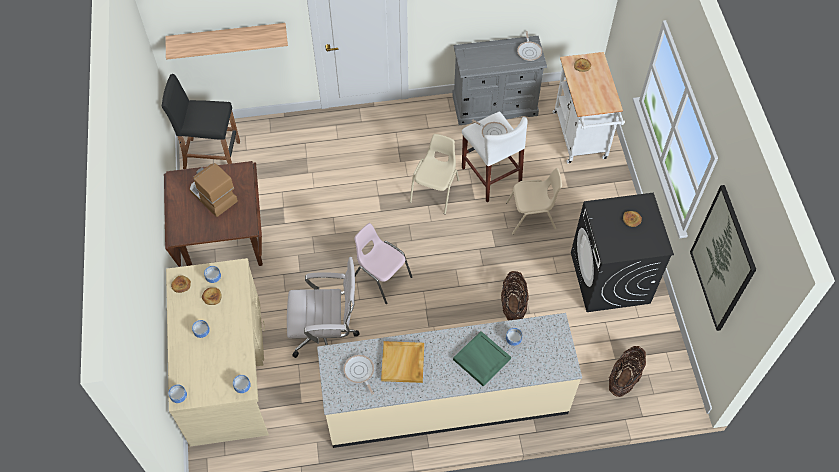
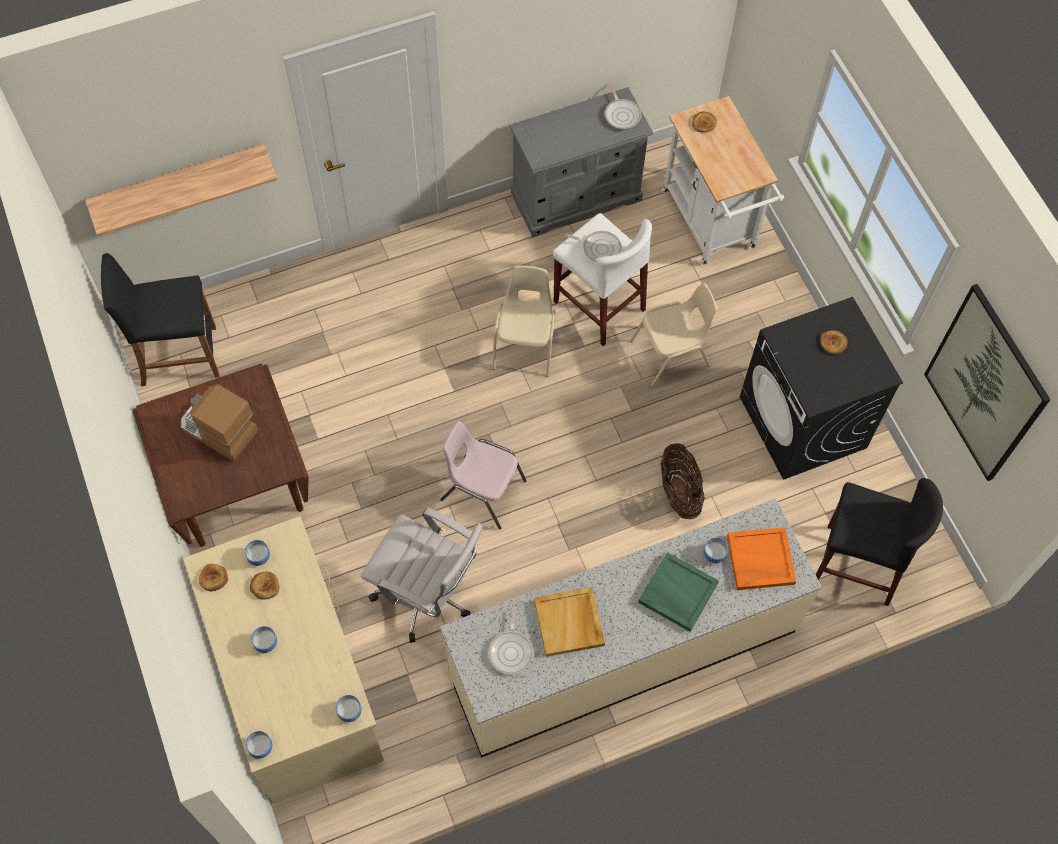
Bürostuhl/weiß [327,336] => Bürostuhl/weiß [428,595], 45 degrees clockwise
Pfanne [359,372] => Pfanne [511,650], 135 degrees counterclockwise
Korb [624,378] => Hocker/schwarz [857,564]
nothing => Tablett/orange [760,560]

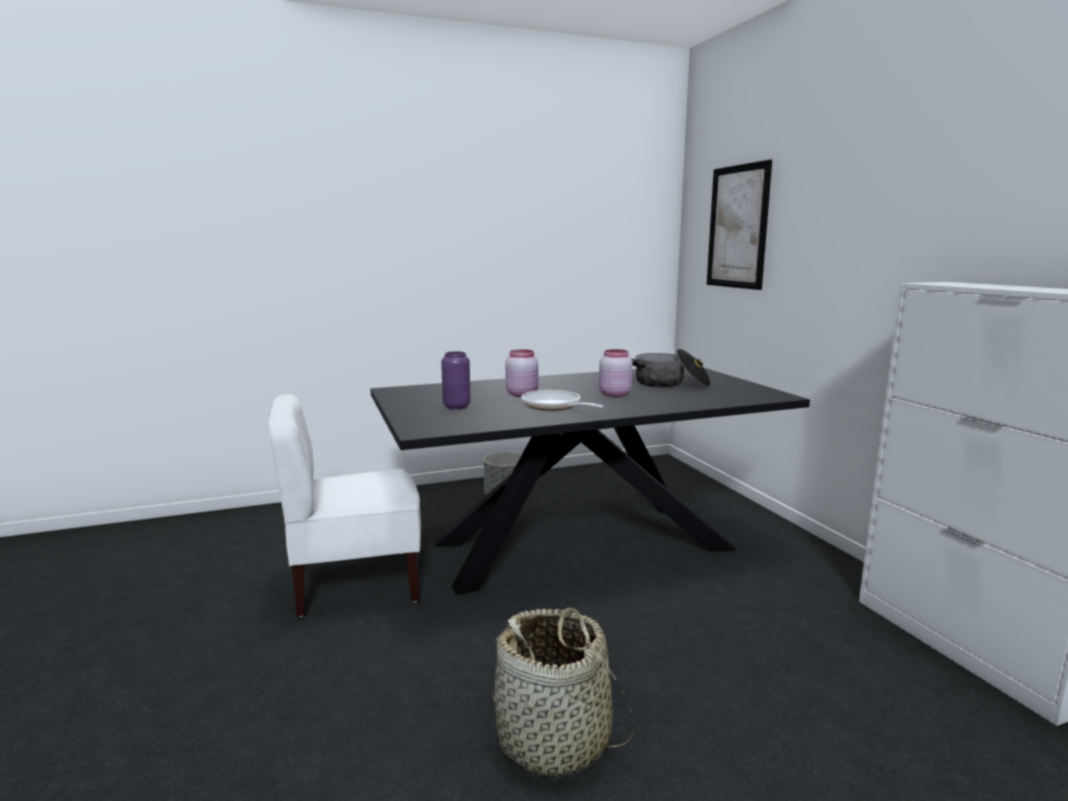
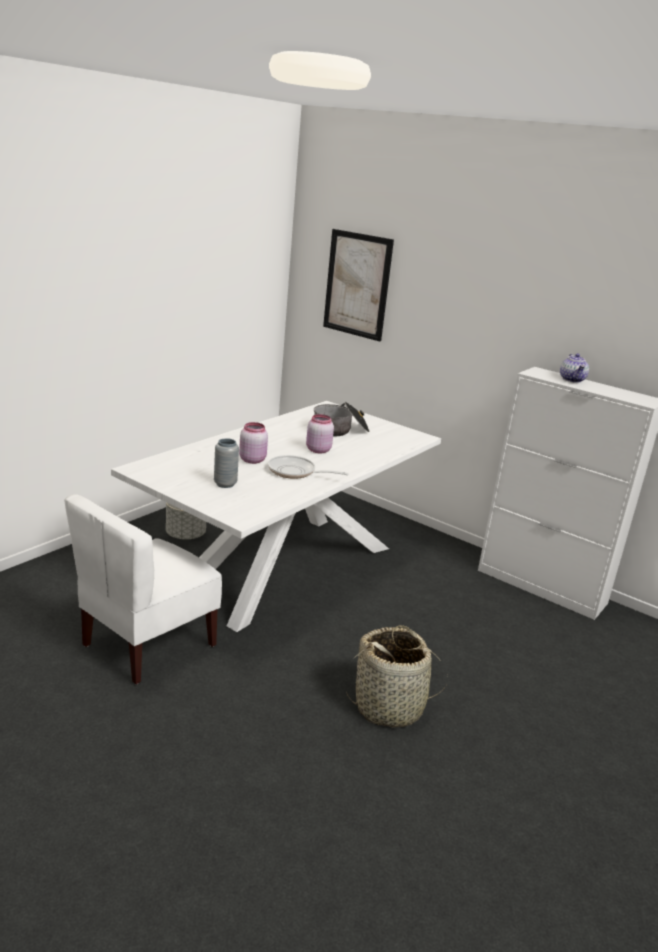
Esstisch/schwarz [580,545] => Esstisch/weiß [284,567]
Vase/lila [456,407] => Vase/grau [225,484]
nothing => Teekanne [572,380]

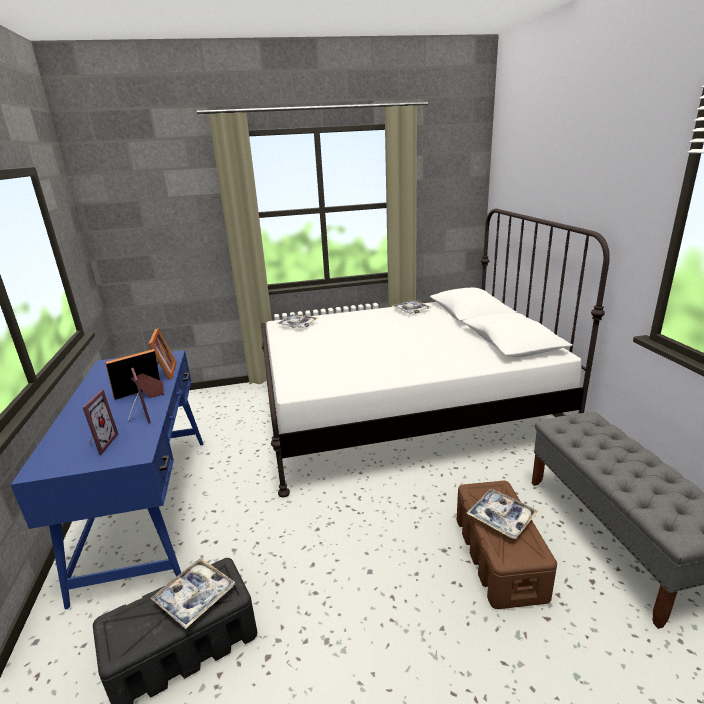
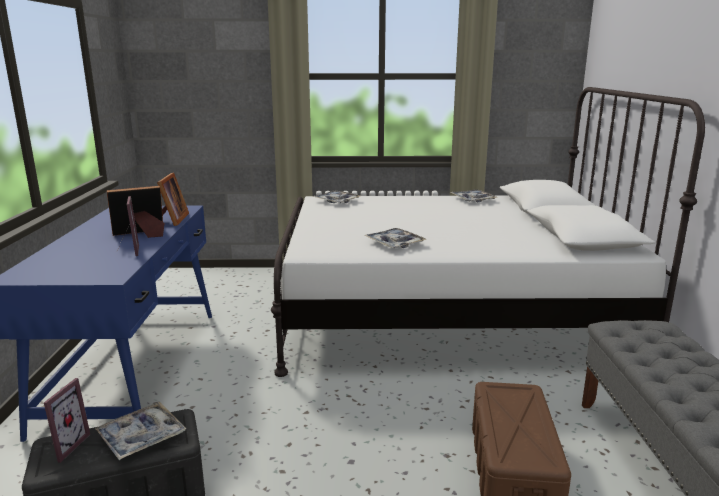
Bilderrahmen [100,444] => Bilderrahmen [64,446], moved
Tablett [501,518] => Tablett [394,243], moved

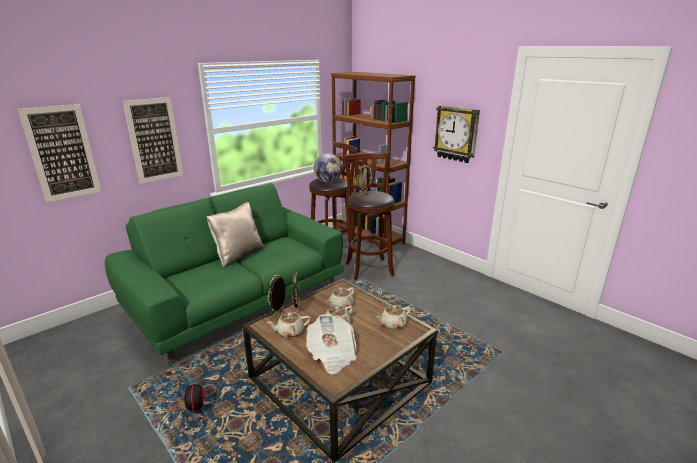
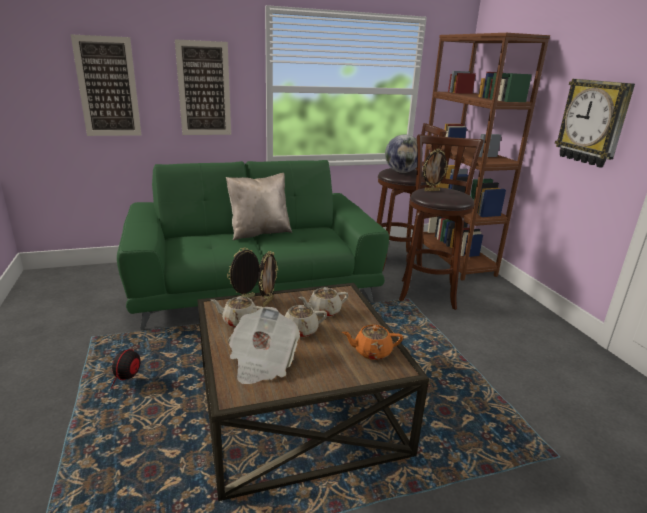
Teekanne/beige [393,324] => Teekanne/orange [371,352]

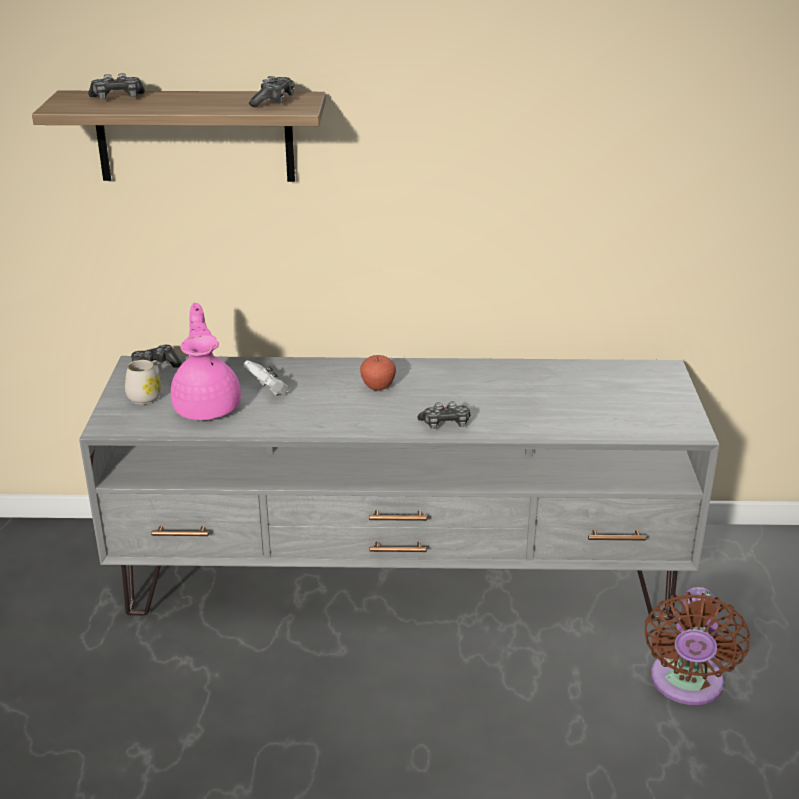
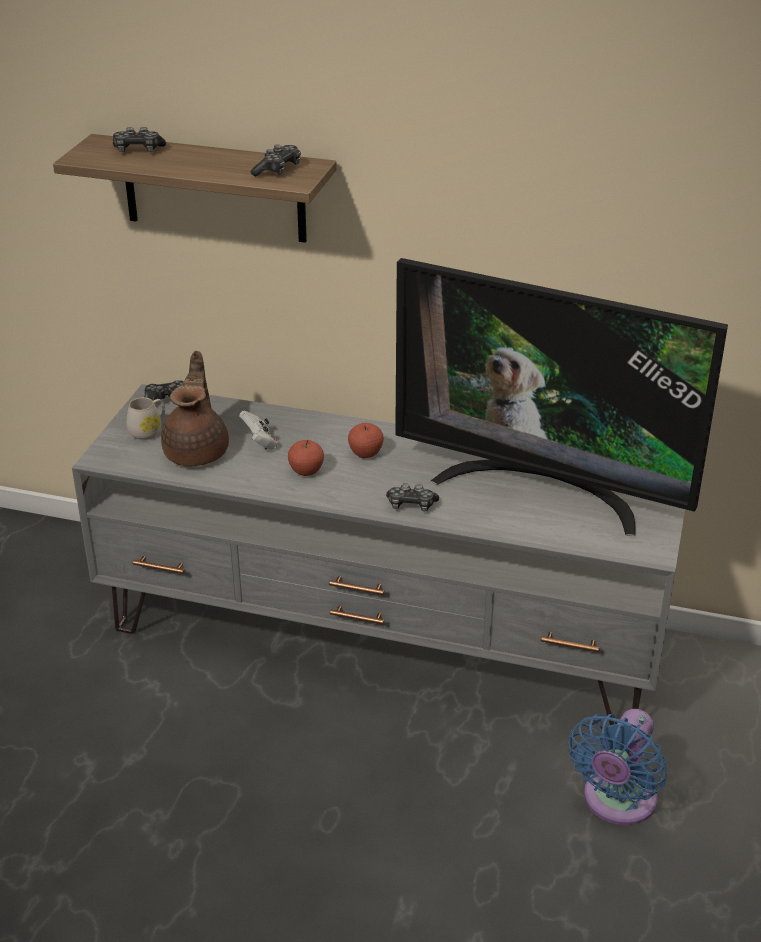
Teekanne/rosa [208,406] => Teekanne/braun [198,451]
Ventilator/braun [686,685] => Ventilator/blau [616,802]
nothing => Apfel [306,471]
nothing => Fernseher [543,488]

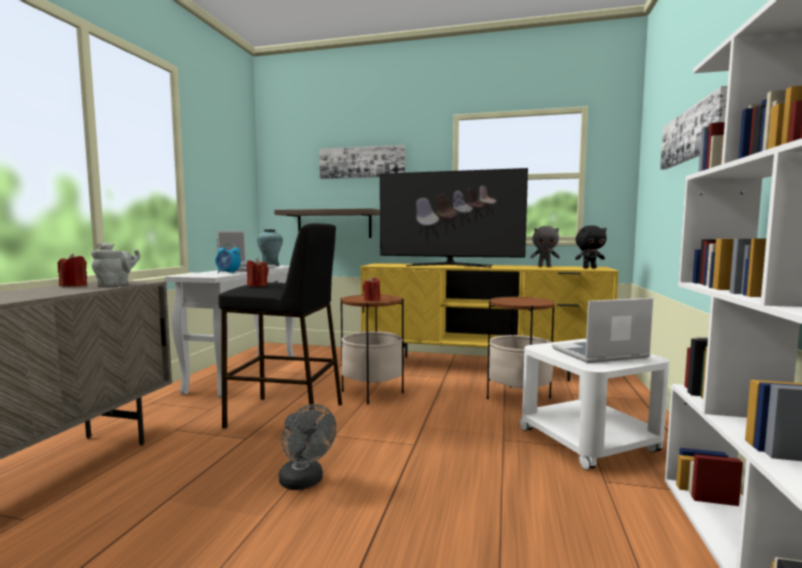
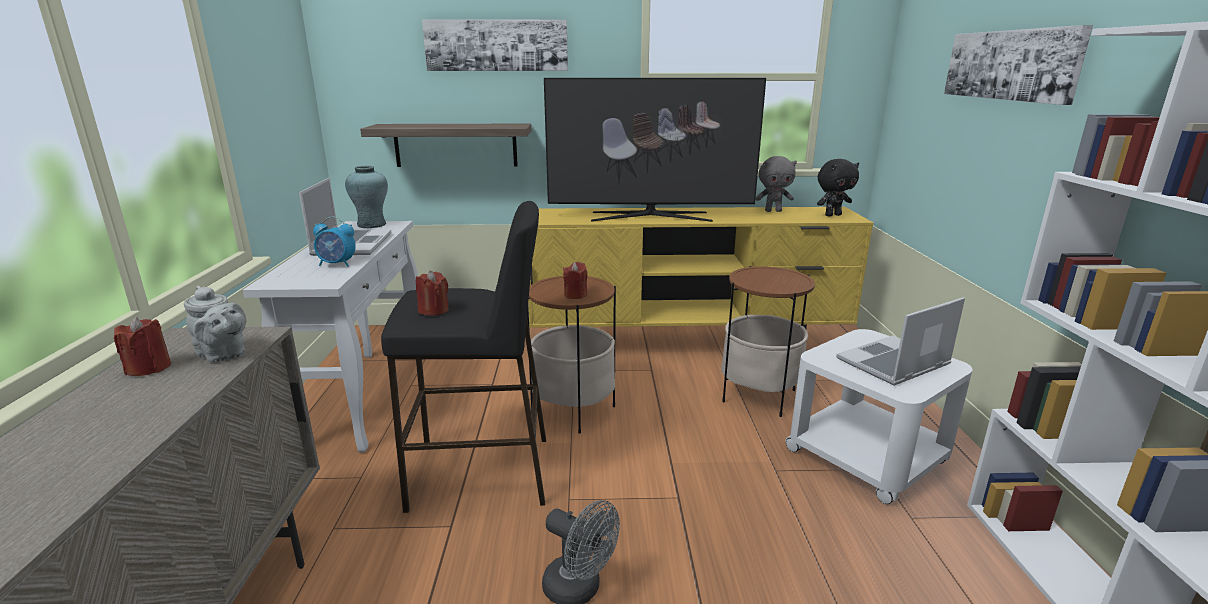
Teekanne/grau [116,285] => Teekanne/grau [223,355], 105 degrees clockwise

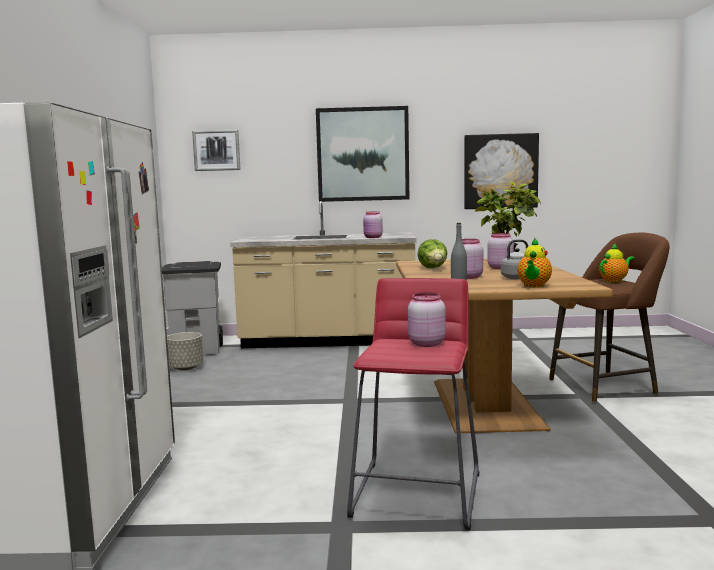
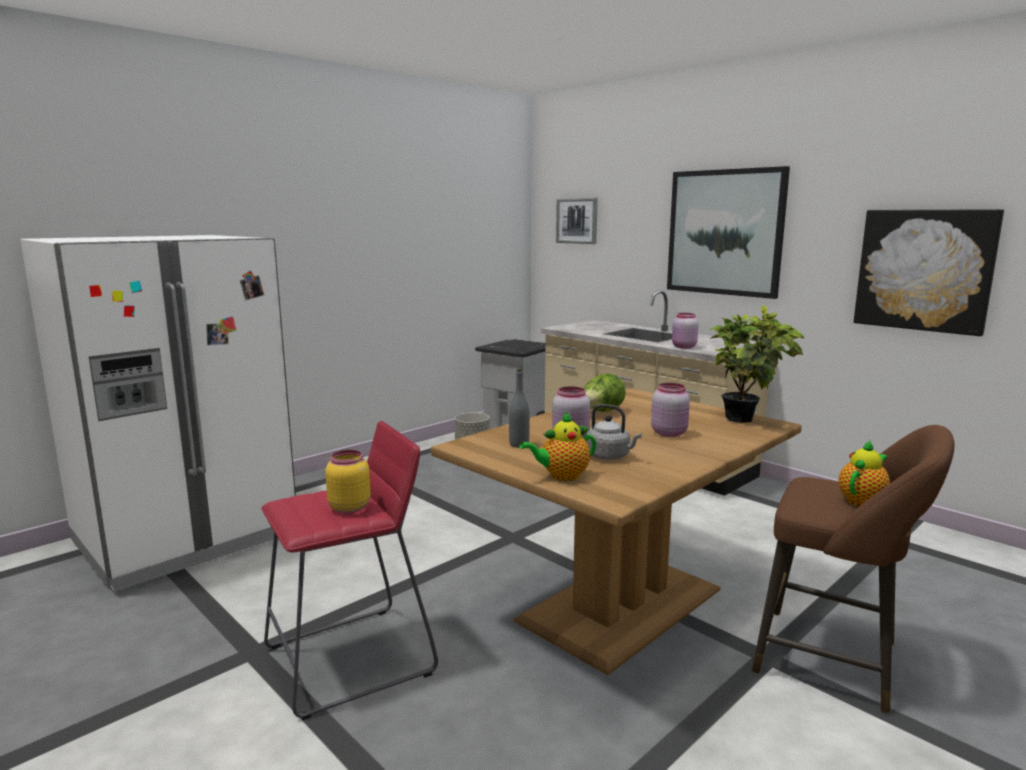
Vorratsglas/rosa [425,344] => Vorratsglas/gelb [349,507]
Teekanne [614,281] => Teekanne [862,501], 60 degrees counterclockwise

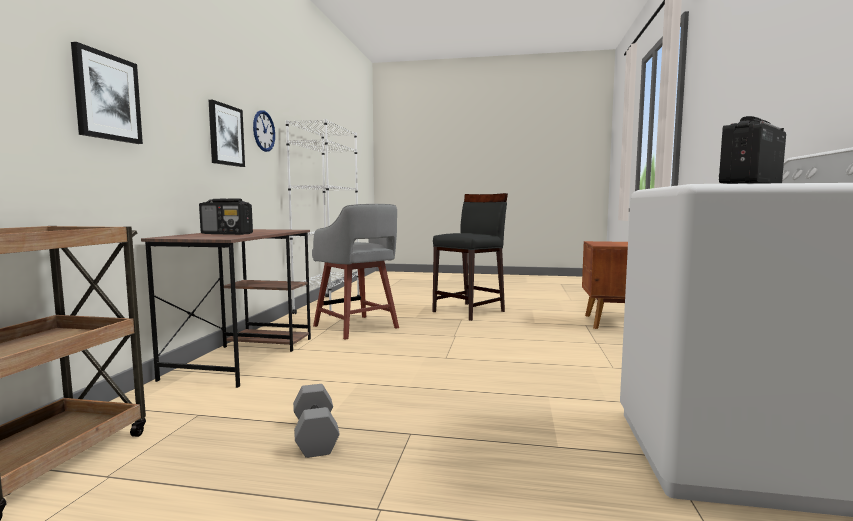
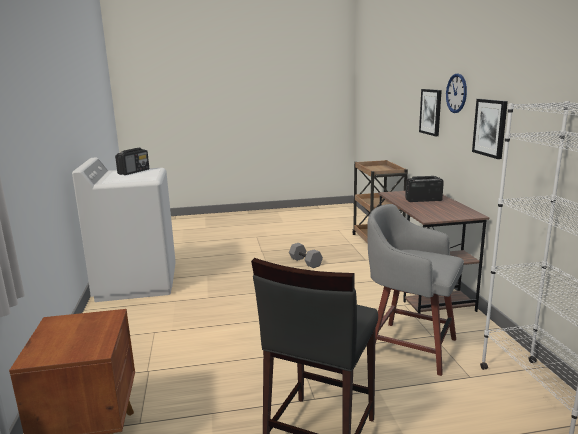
Wanduhr [263,131] => Wanduhr [456,93], moved

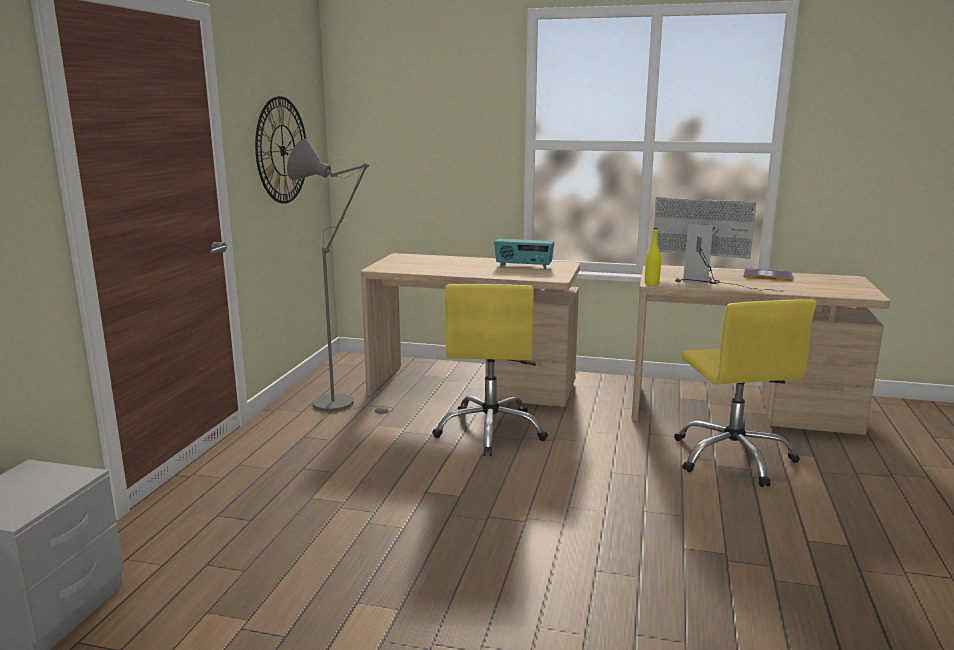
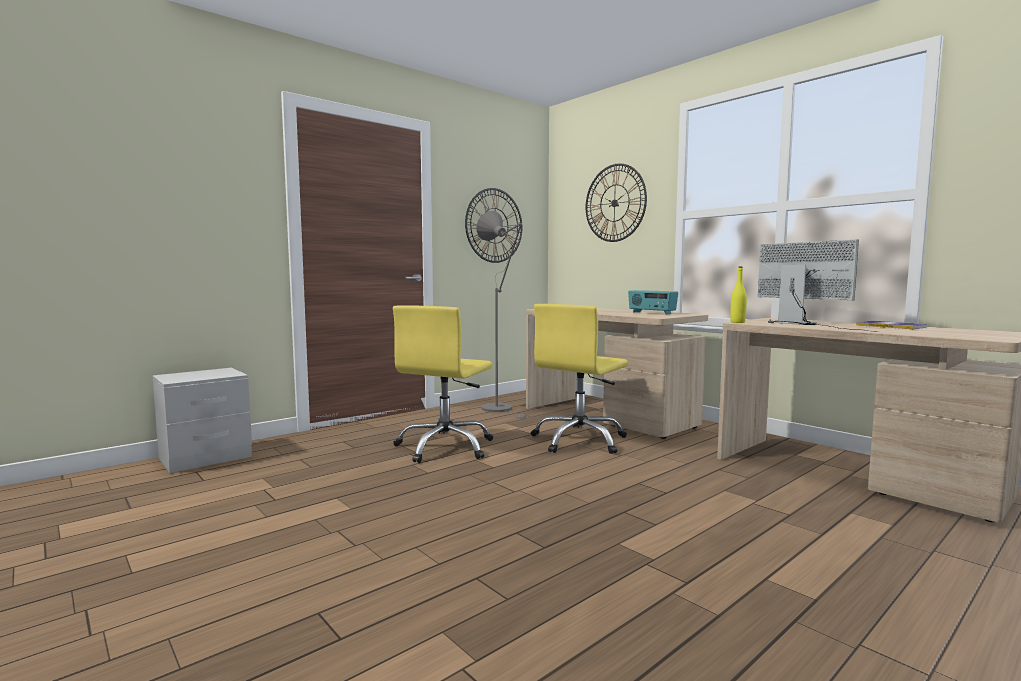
Bürostuhl/gelb [733,457] => Bürostuhl/gelb [445,447], moved
nothing => Wanduhr [614,203]

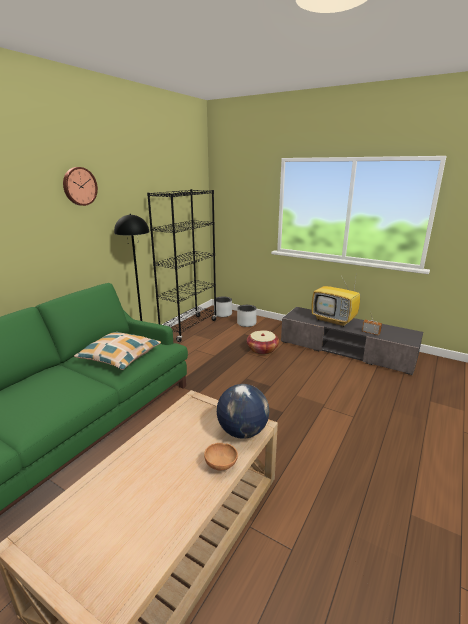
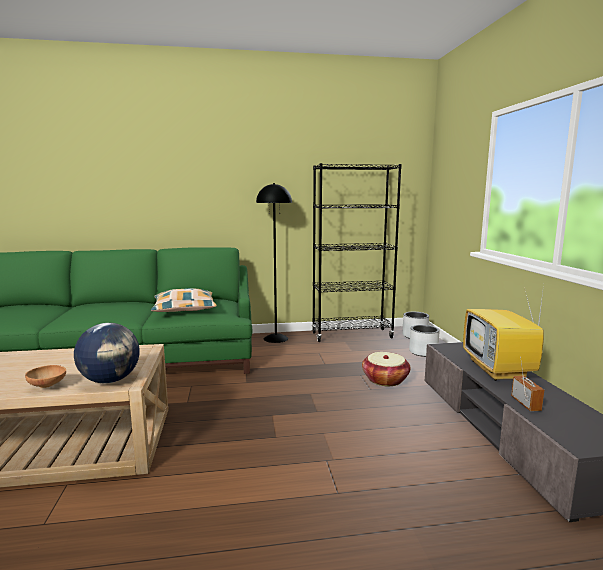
Wanduhr [79,186] => nothing

